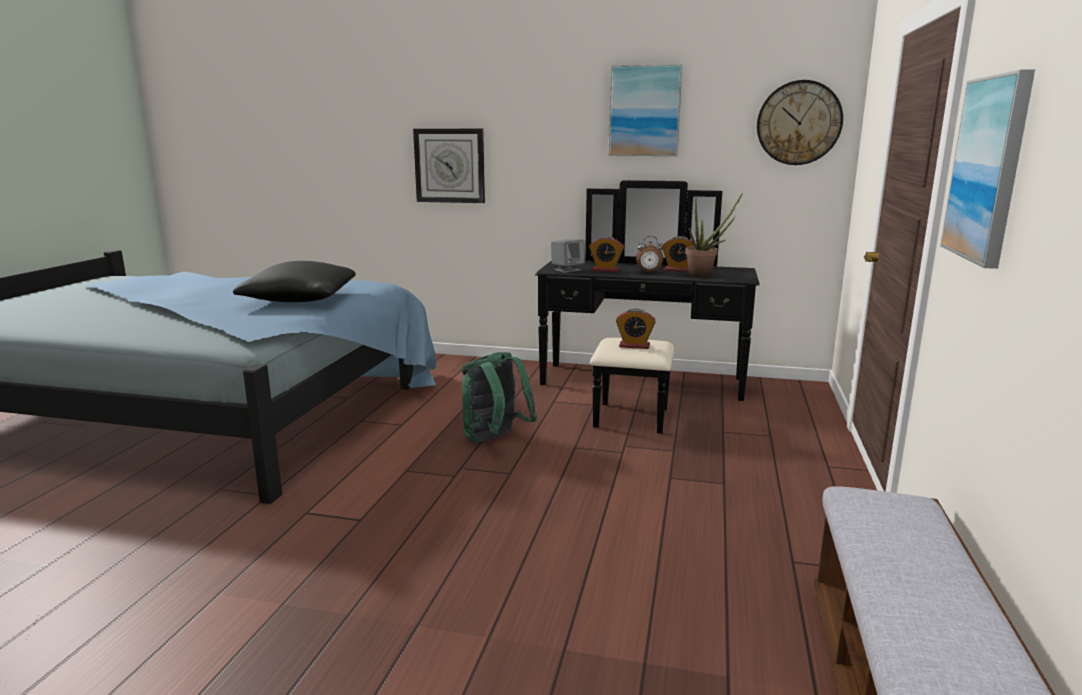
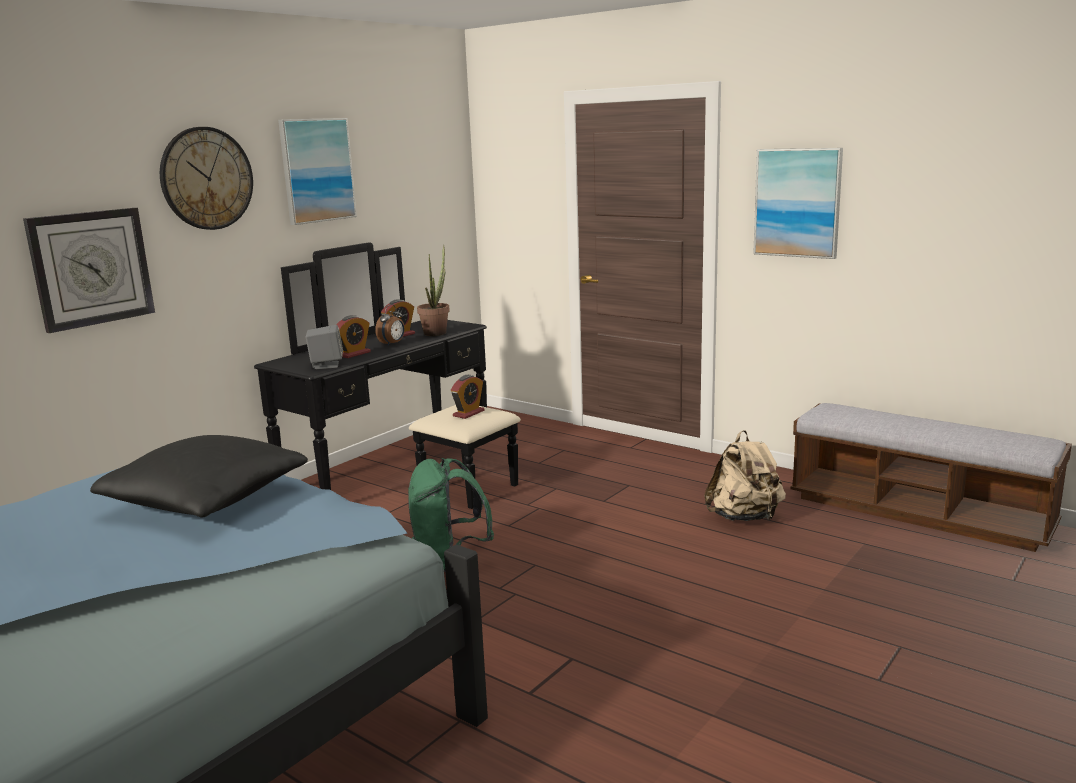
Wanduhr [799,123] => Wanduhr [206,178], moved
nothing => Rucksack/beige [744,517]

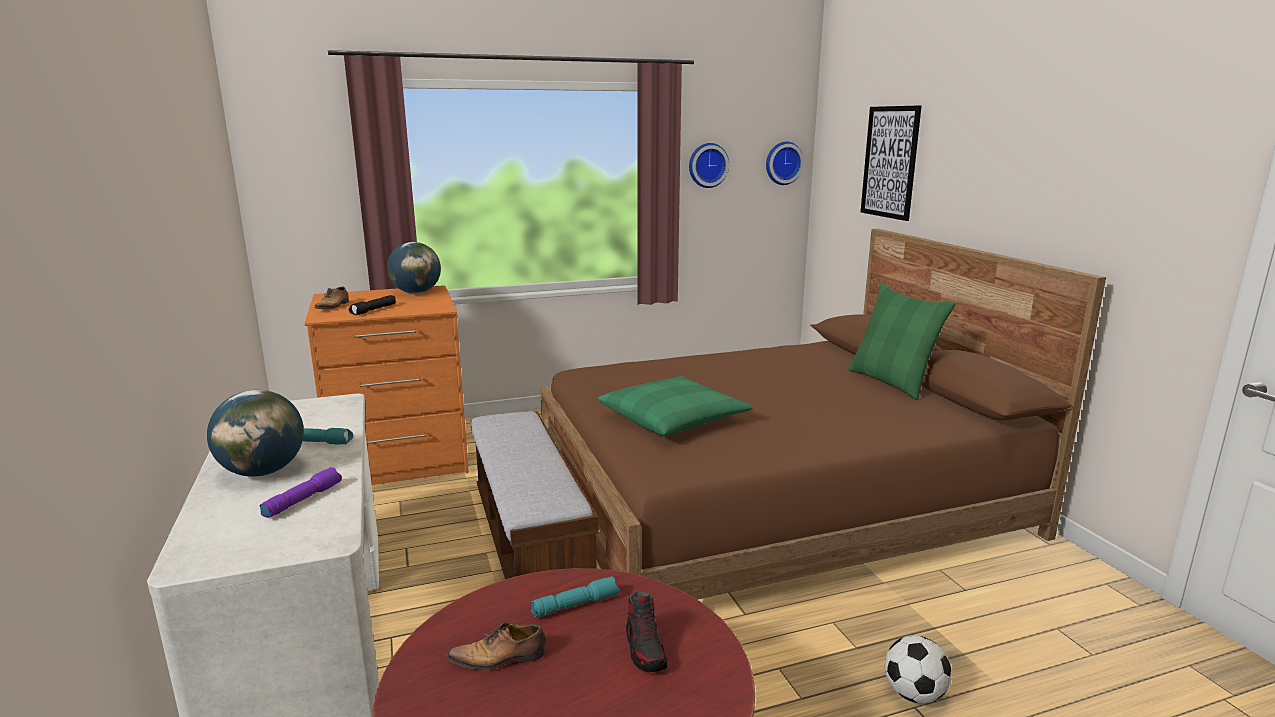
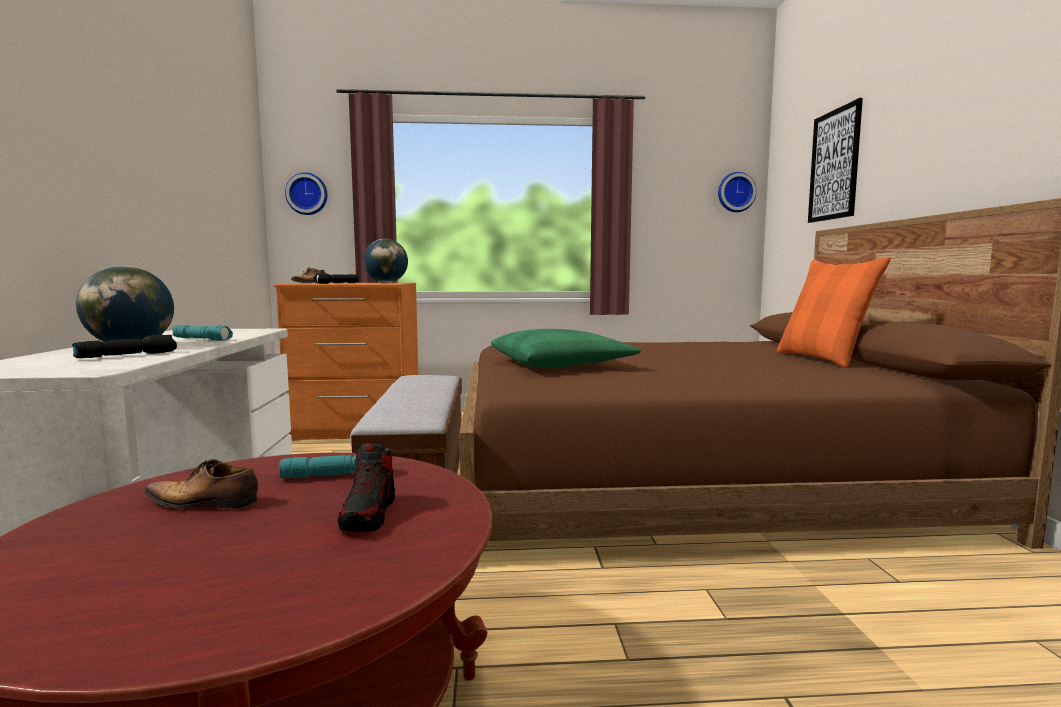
Taschenlampe/lila [303,500] => Taschenlampe/schwarz [128,355]
Wanduhr [707,165] => Wanduhr [307,194], moved
Kissen/grün [891,382] => Kissen/orange [822,359]
Fußball [914,694] => nothing

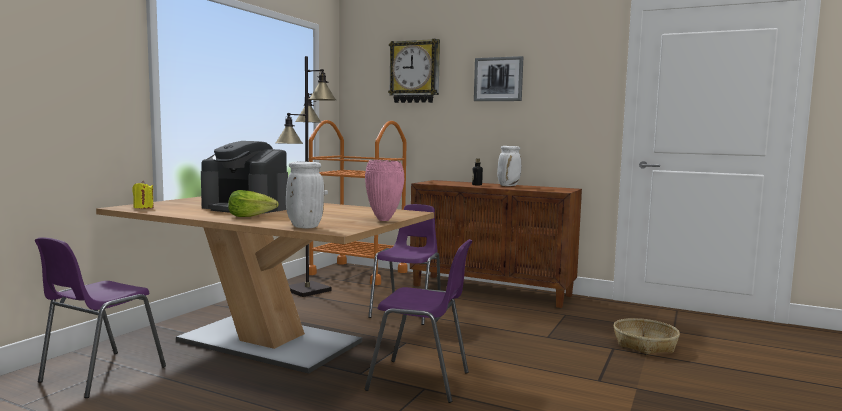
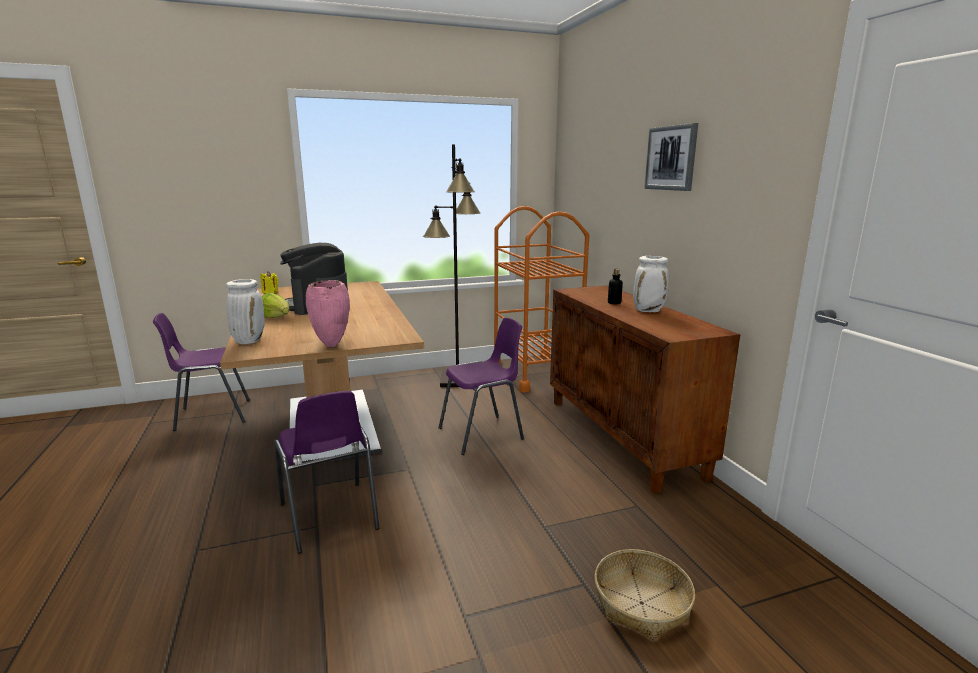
Wanduhr [415,72] => nothing

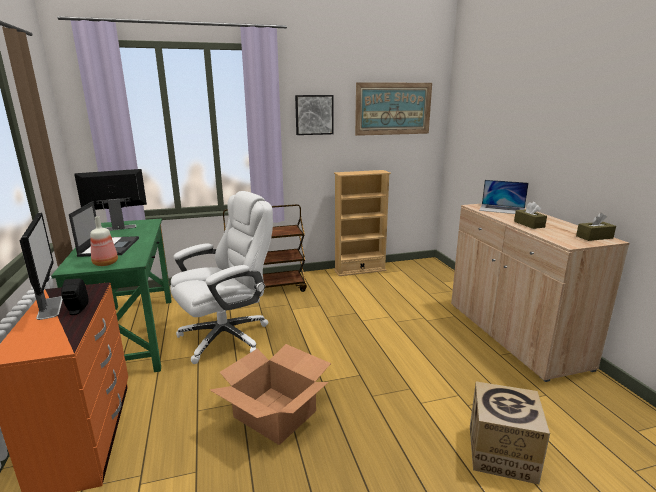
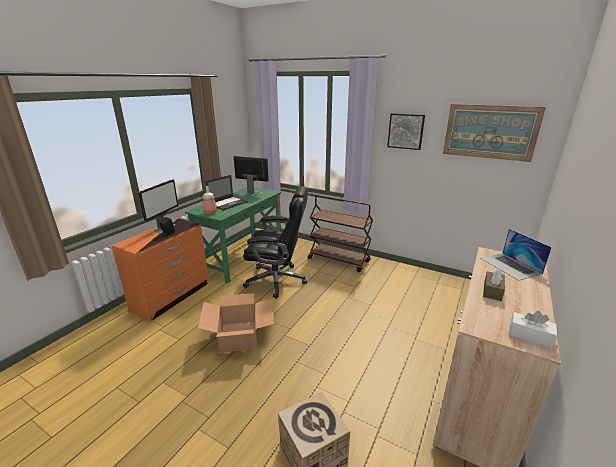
Bürostuhl/weiß [227,337] => Bürostuhl/schwarz [277,280]
Bücherregal/beige [360,270] => nothing
Taschentuchbox/braun [594,237] => Taschentuchbox/weiß [530,336]

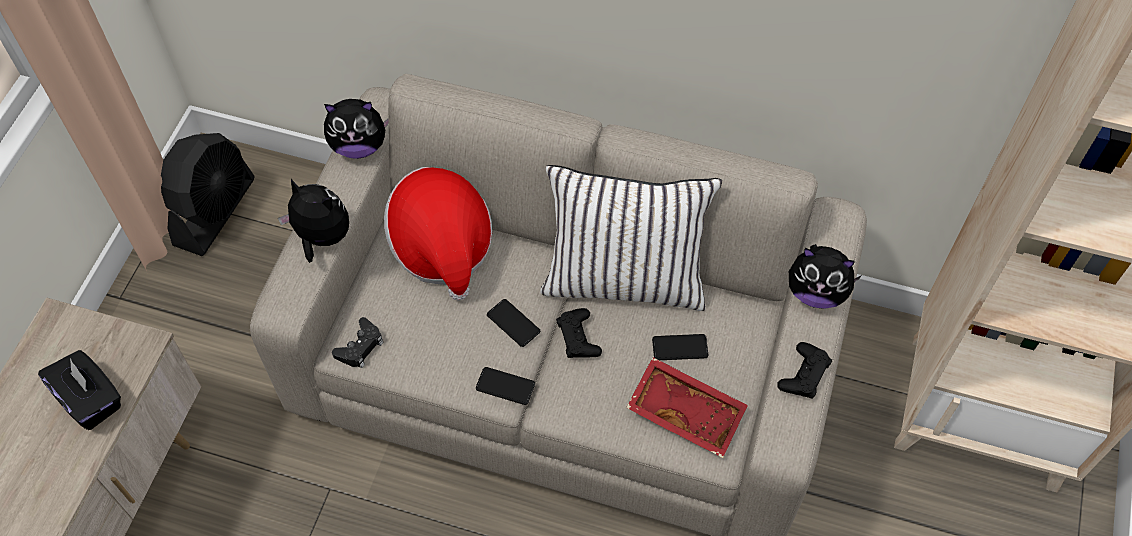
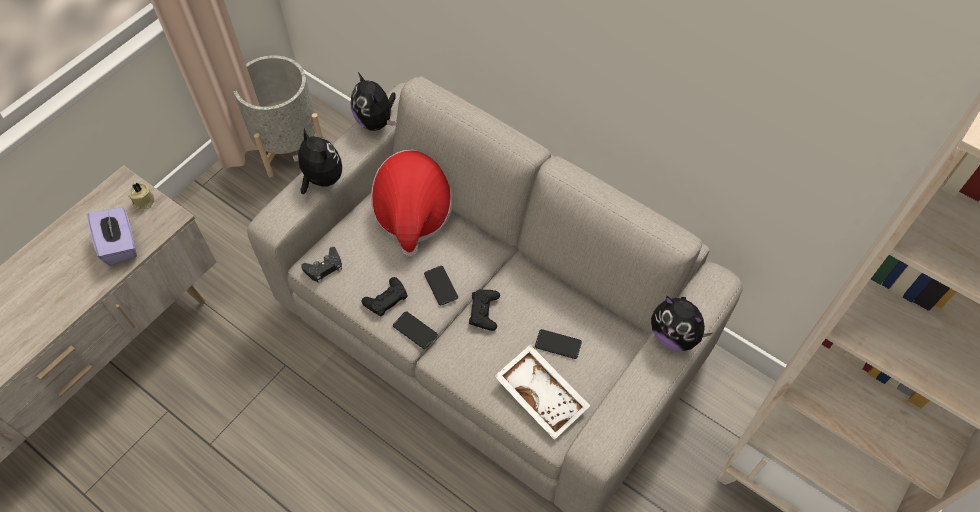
Taschentuchbox/schwarz [91,399] => Taschentuchbox/lila [120,245]
Ventilator/schwarz [215,211] => Pflanzkübel/grau [289,145]
Plüschtier [359,146] => Plüschtier [376,121], 45 degrees clockwise
Kissen/weiß [624,279] => nothing
Tablett/rot [686,411] => Tablett/weiß [542,394]
Gamepad/schwarz [804,374] => Gamepad/schwarz [386,299], moved
nothing => Kerze/beige [143,201]

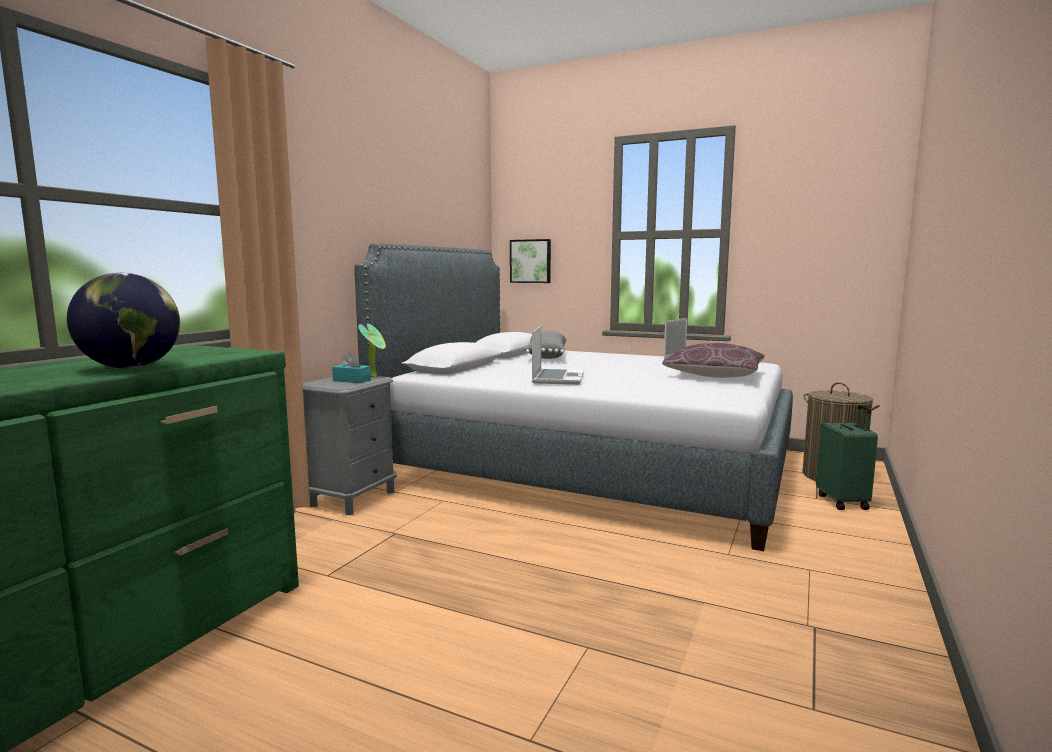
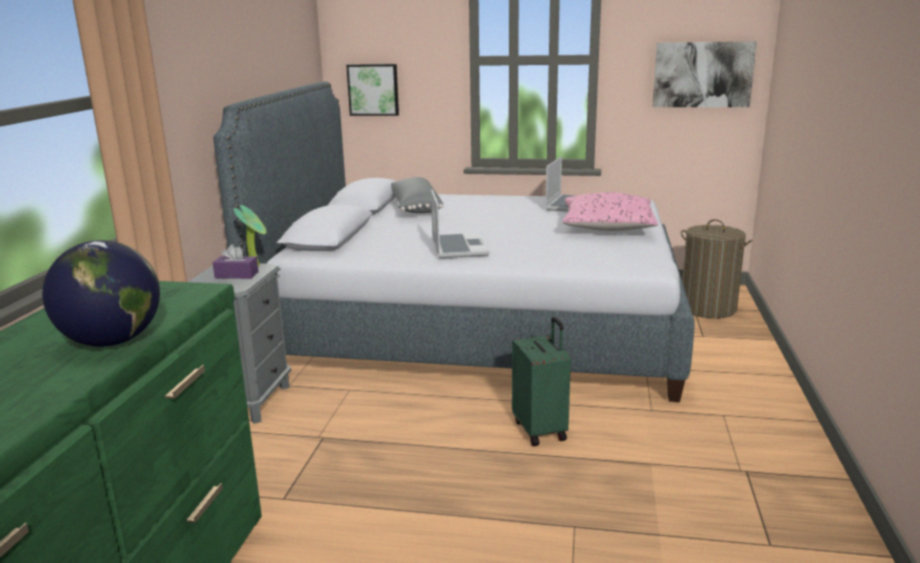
Taschentuchbox/türkis [352,380] => Taschentuchbox/lila [236,275]
Kissen/braun [714,376] => Kissen/rosa [607,227]
Koffer/grün [843,502] => Koffer/grün [541,430], moved
nothing => Bild [702,74]

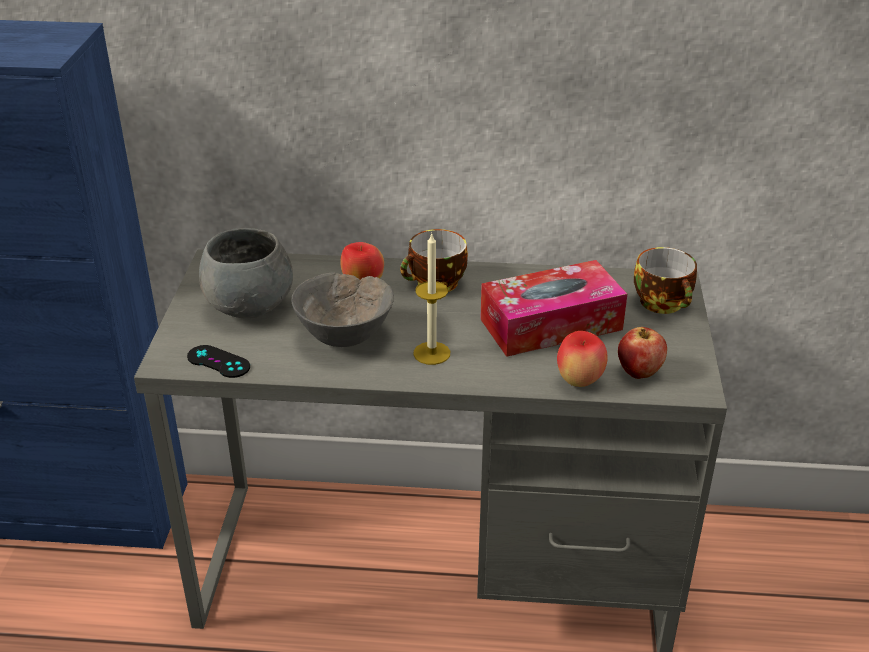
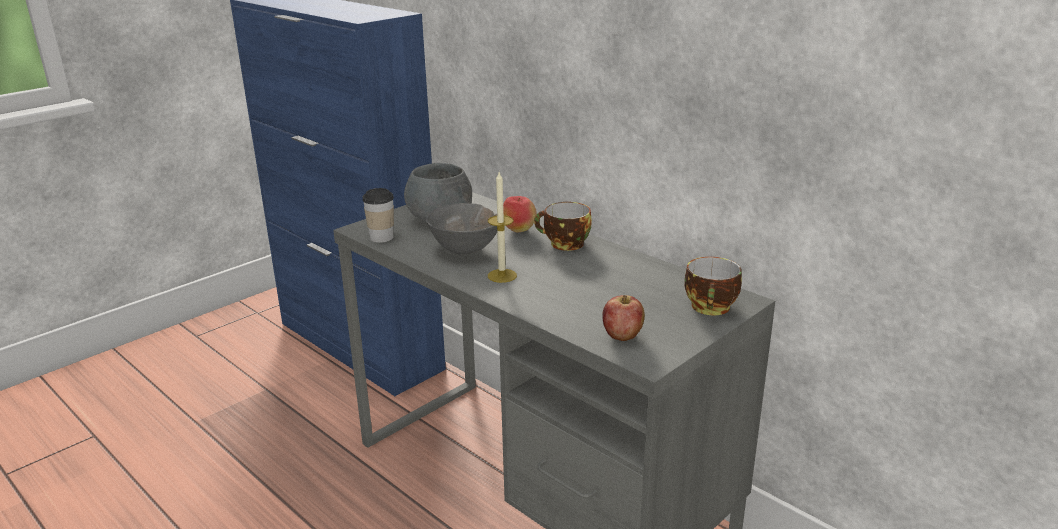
Gamepad/schwarz [218,362] => Tasse [382,237]
Taschentuchbox [551,324] => nothing
Apfel [579,381] => nothing

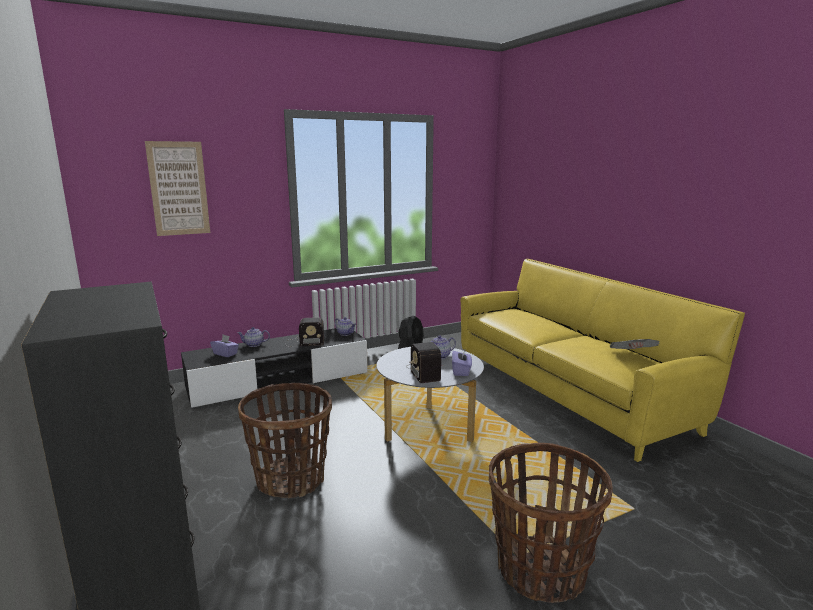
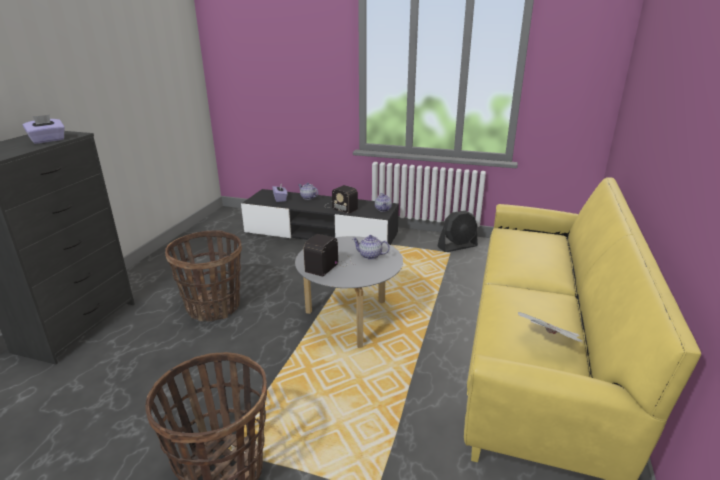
Bild [178,188] => nothing
Taschentuchbox/lila [461,371] => Taschentuchbox/lila [48,140], moved

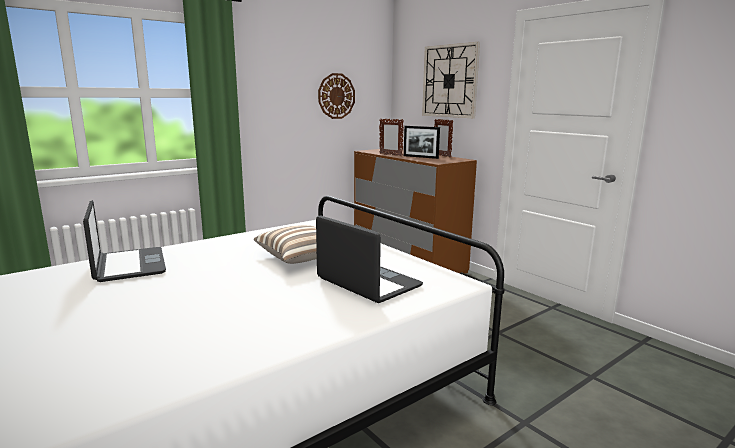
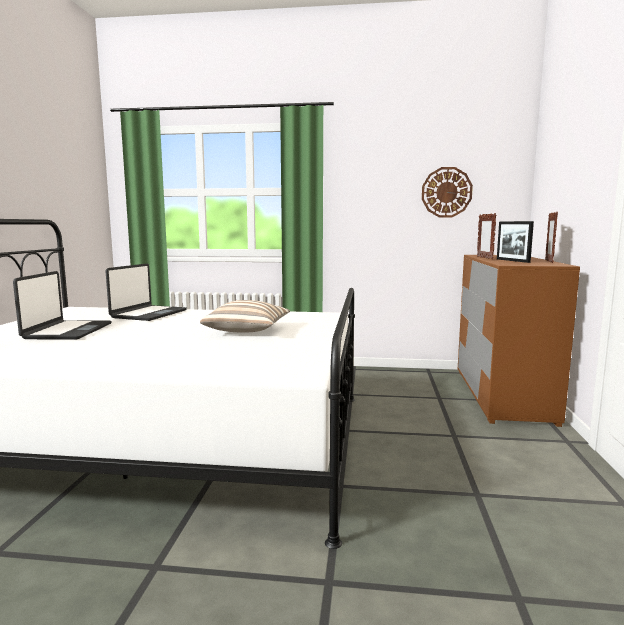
Laptop [368,283] => Laptop [67,331], moved
Wanduhr [450,81] => nothing

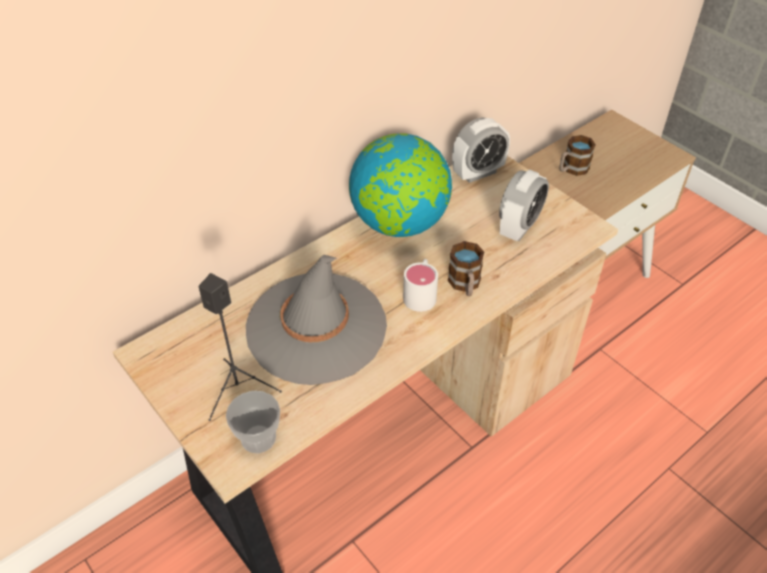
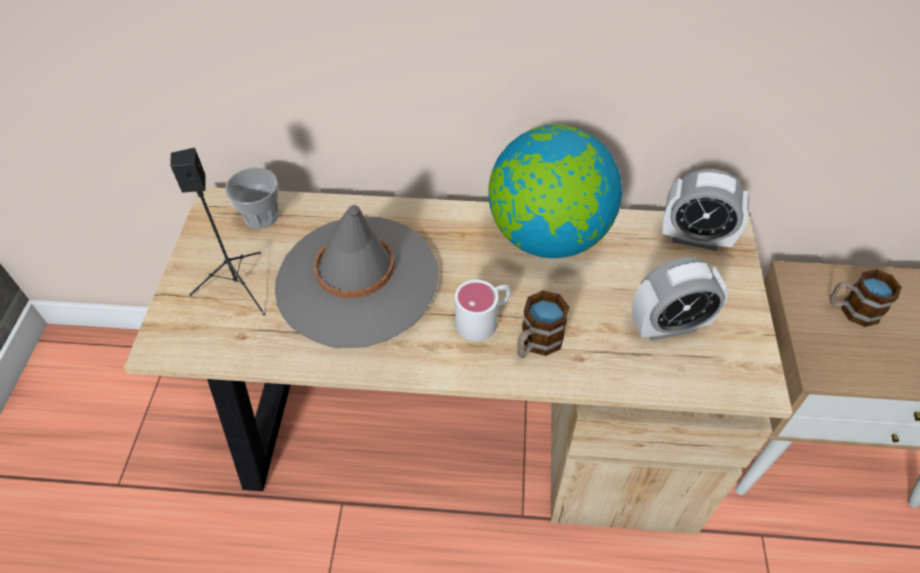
Tasse [258,438] => Tasse [261,216], moved

